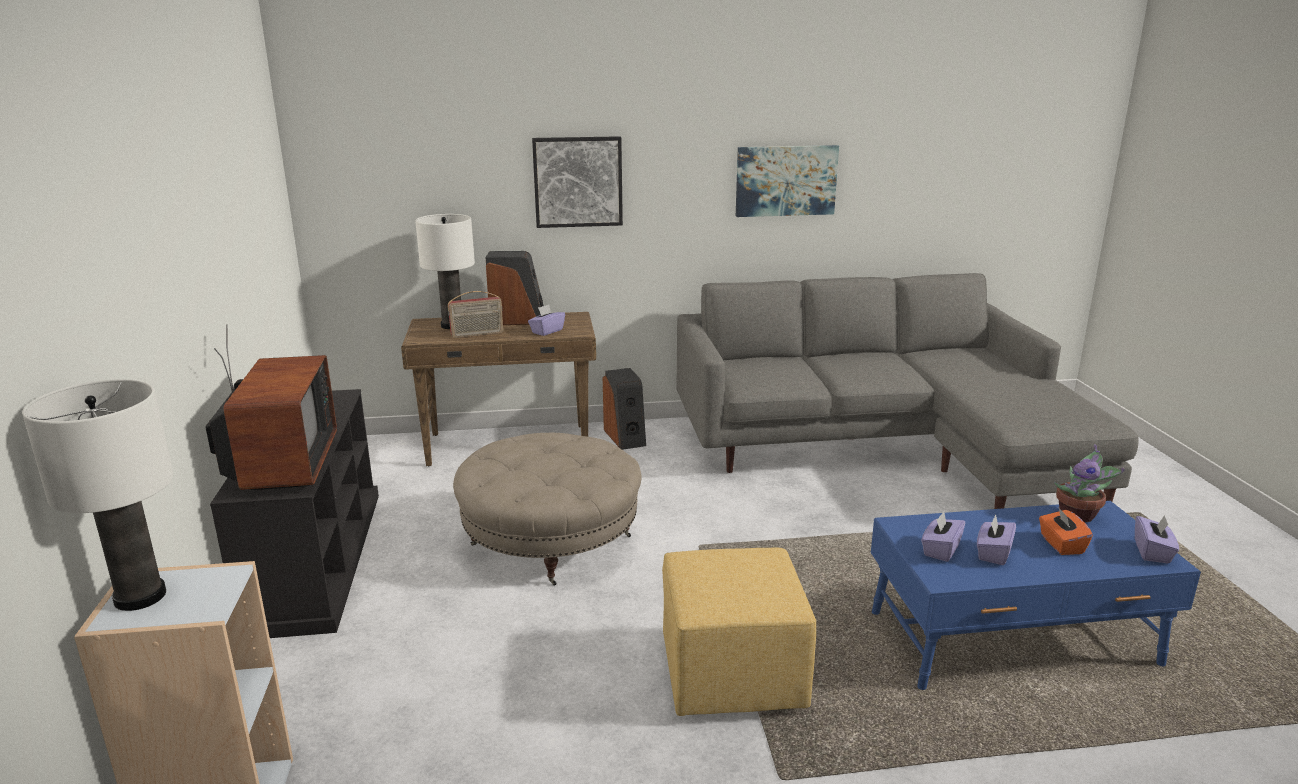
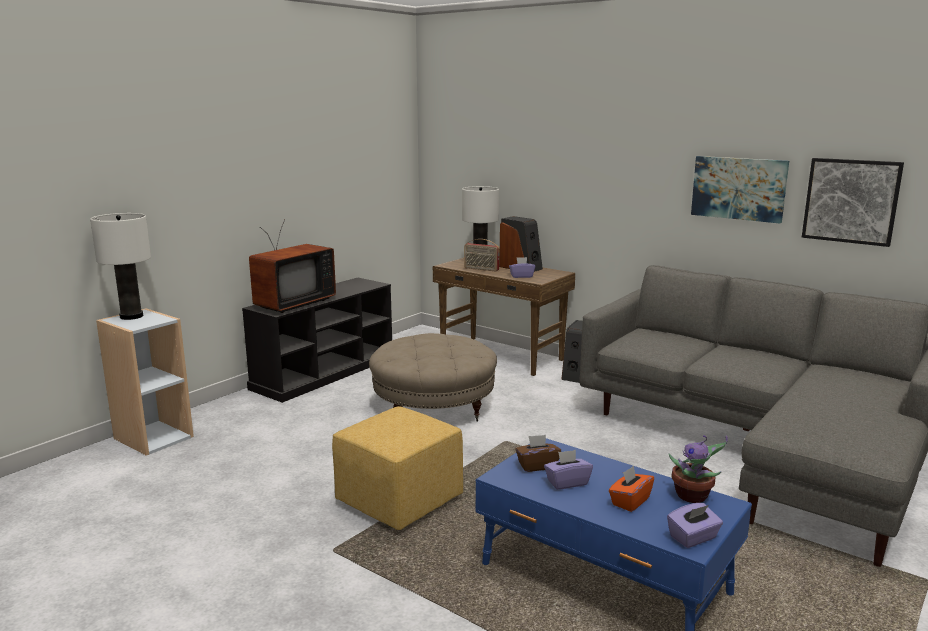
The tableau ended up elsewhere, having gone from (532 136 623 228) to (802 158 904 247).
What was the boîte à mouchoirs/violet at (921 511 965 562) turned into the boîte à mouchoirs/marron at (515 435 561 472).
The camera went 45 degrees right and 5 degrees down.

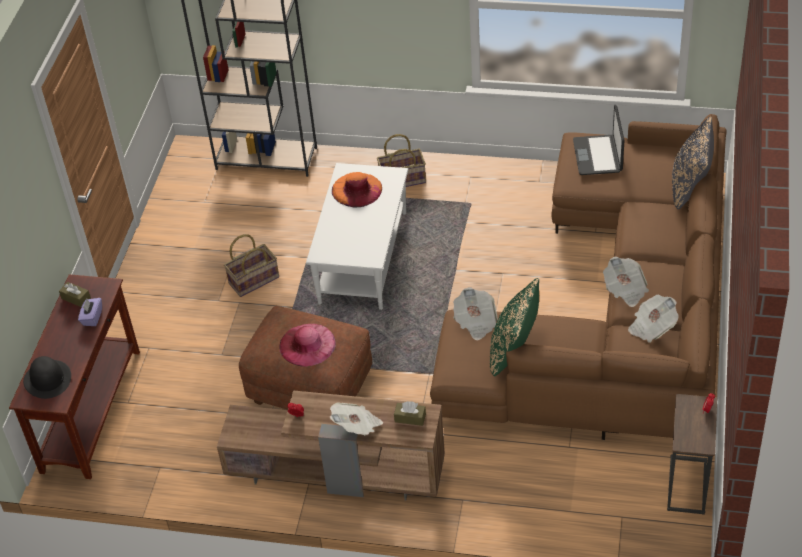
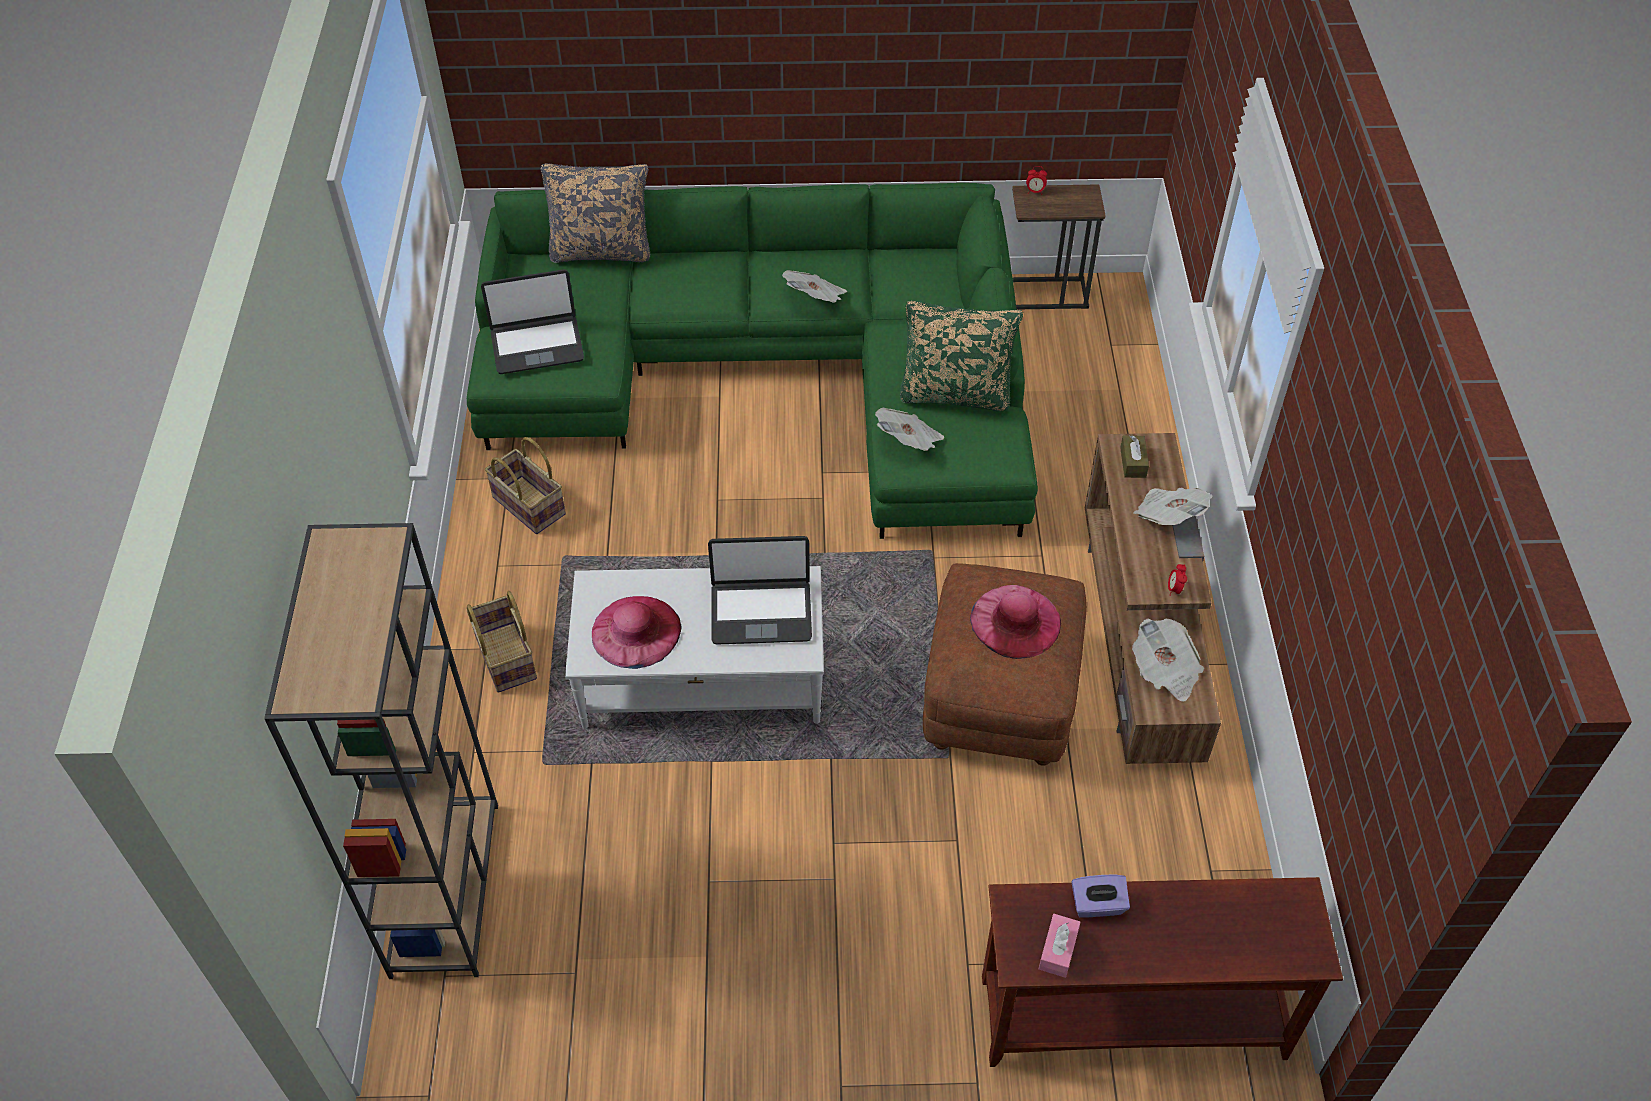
The second view lost the chapeau/noir at (23 356 71 399).
The second view gained the ordinateur portable at (708 536 812 645).
The panier ended up elsewhere, having gone from (224 234 279 297) to (485 437 566 534).
The journal ended up elsewhere, having gone from (628 294 679 343) to (1132 618 1204 702).
What was the boîte à mouchoirs/marron at (59 282 91 307) turned into the boîte à mouchoirs/rose at (1039 914 1081 978).
What was the chapeau/orange at (332 172 382 207) turned into the chapeau/rose at (592 596 682 669).
What was the canapé/marron at (430 114 727 440) turned into the canapé/vert at (467 183 1038 539).
The camera went 105 degrees left and 5 degrees up.

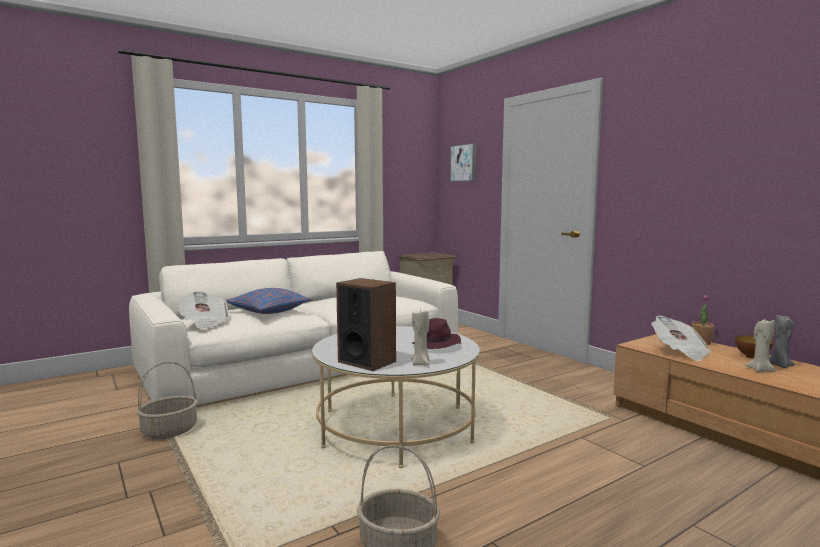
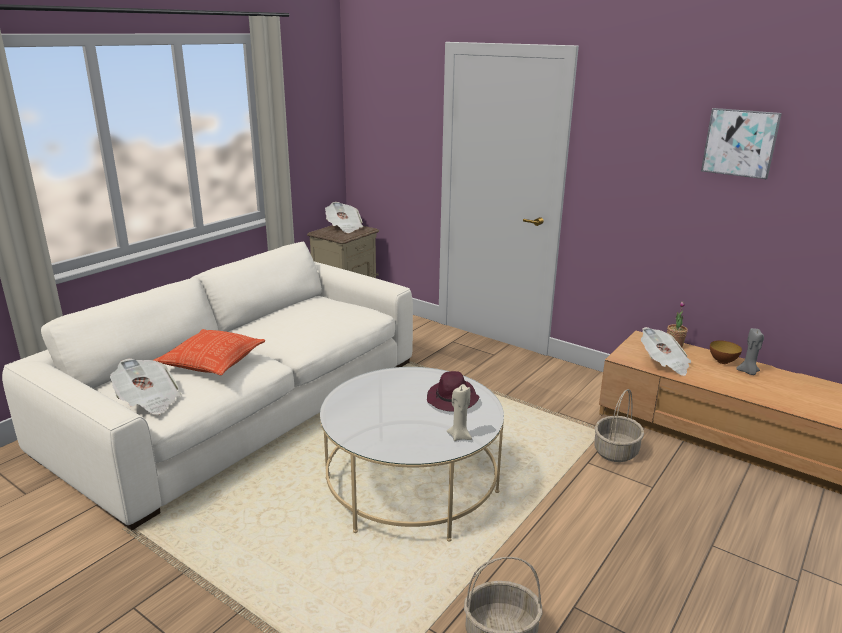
The second view lost the enceinte at (336 278 396 371).
The second view lost the bougie/beige at (745 320 776 372).
The second view gained the journal at (325 202 363 233).
The panier ended up elsewhere, having gone from (137 361 198 439) to (594 389 644 462).
The tableau ended up elsewhere, having gone from (450 143 476 182) to (701 108 782 179).
What was the coussin/bleu at (226 288 313 314) turned into the coussin/orange at (154 329 265 375).
The camera went 20 degrees left and 15 degrees up.

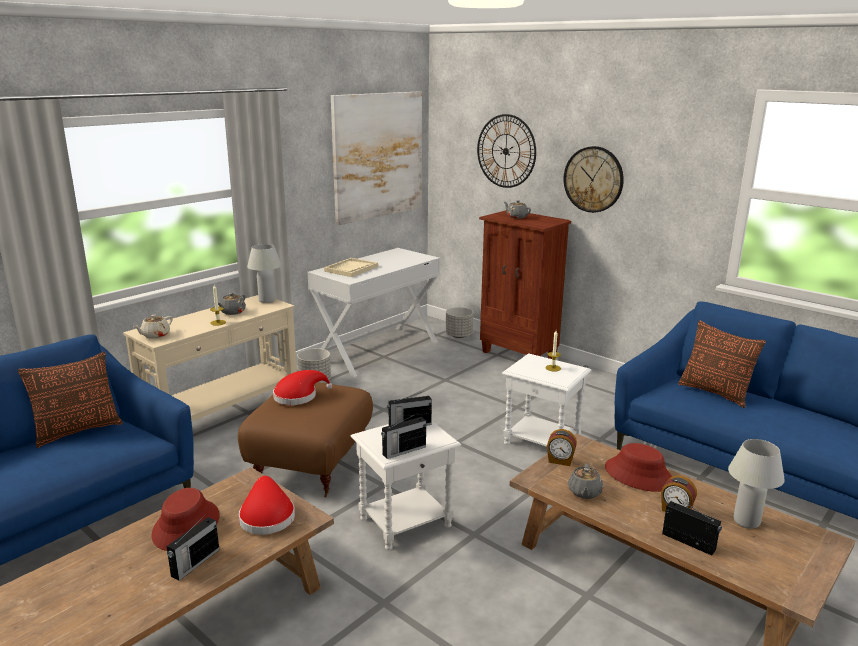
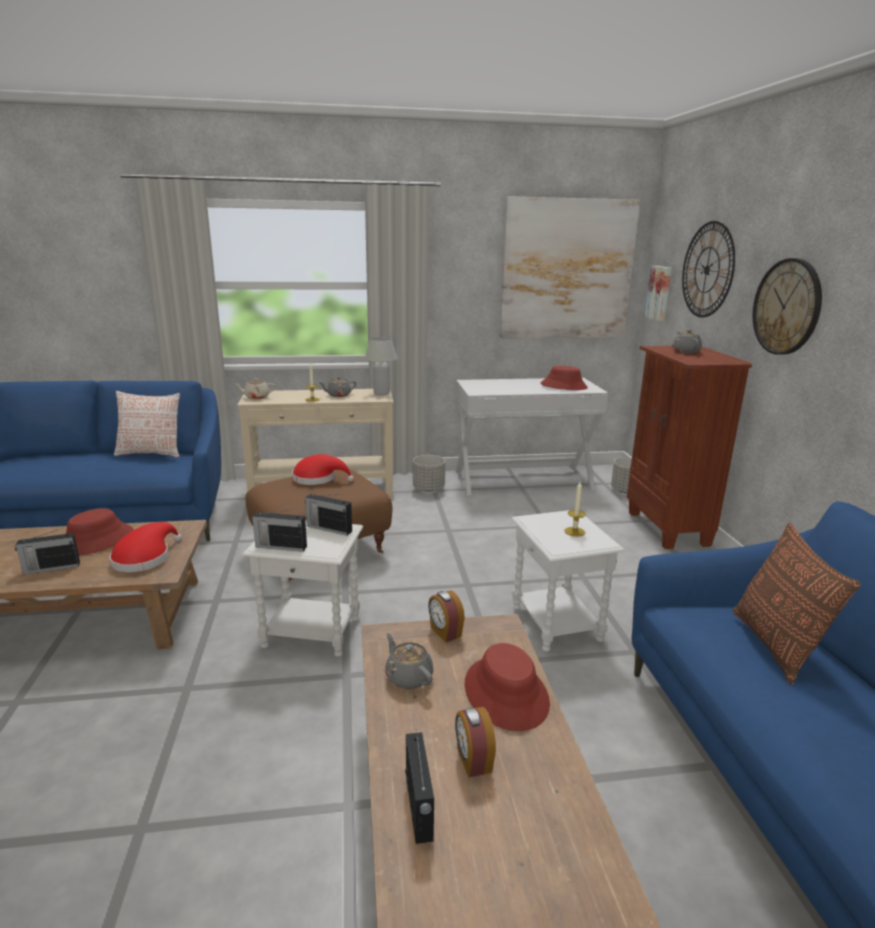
The second view lost the plateau/beige at (324 258 378 277).
The second view lost the lampe de table/blanc at (728 439 785 529).
The second view gained the chapeau/rouge at (541 366 588 390).
The second view gained the tableau at (644 266 672 321).
What was the coussin/marron at (18 352 123 448) turned into the coussin/blanc at (114 391 180 458).
The théière/gris at (568 463 603 499) ended up facing another way, 90 degrees clockwise from before.
The camera went 40 degrees right and 0 degrees up.

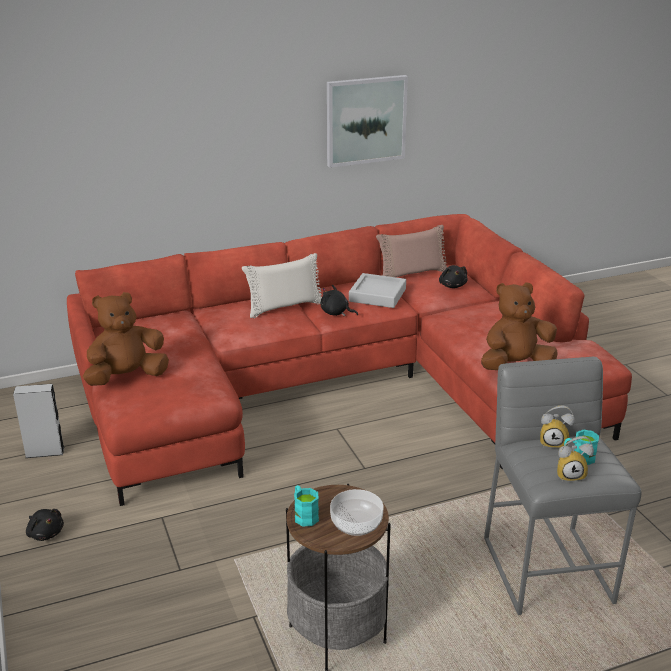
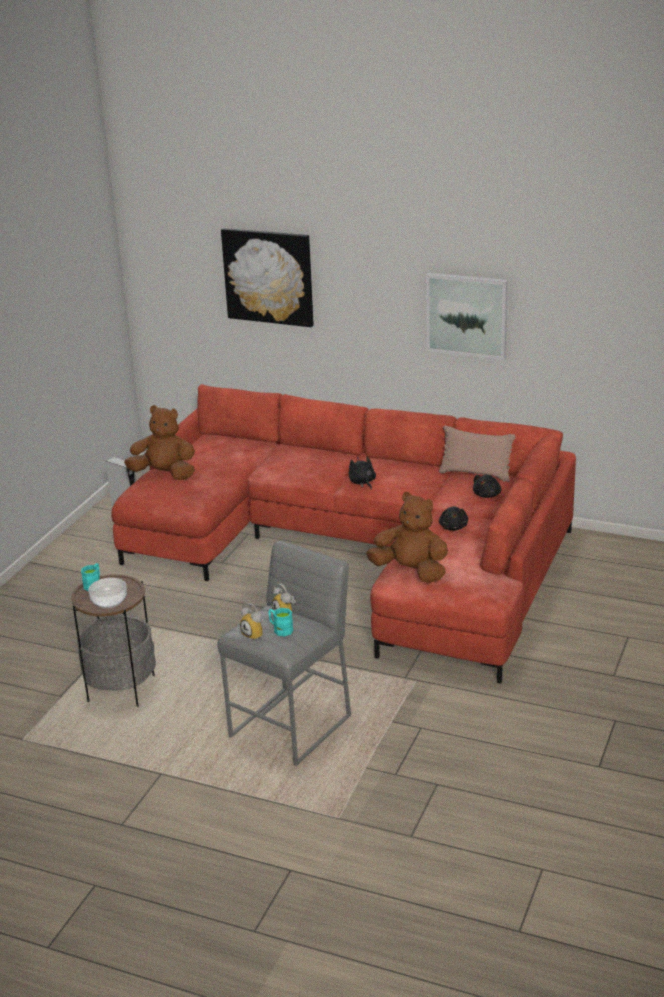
The second view lost the coussin/blanc at (242 253 322 318).
The second view lost the plateau/gris at (349 273 406 308).
The second view gained the tableau at (221 228 314 327).
The peluche/noir ended up elsewhere, having gone from (26 509 64 541) to (439 506 468 531).
The camera went 45 degrees right and 0 degrees up.

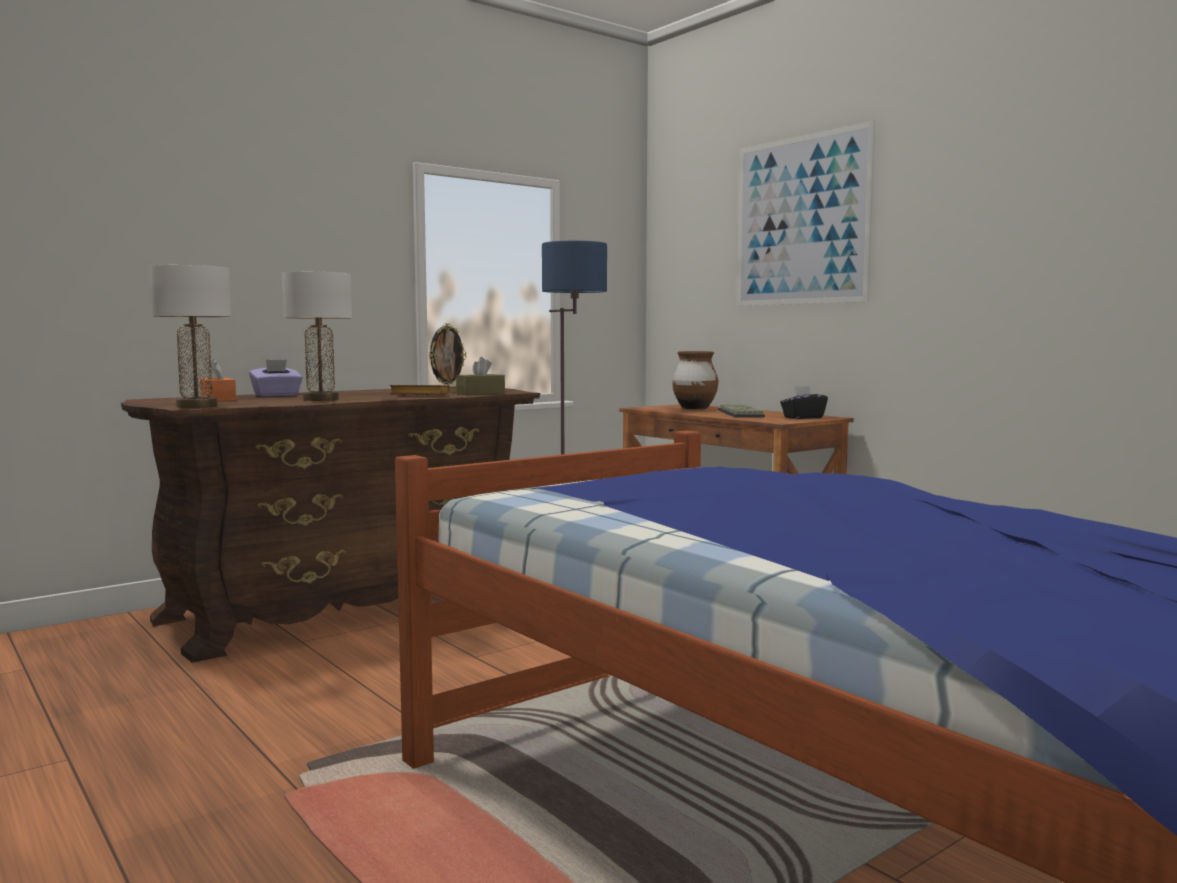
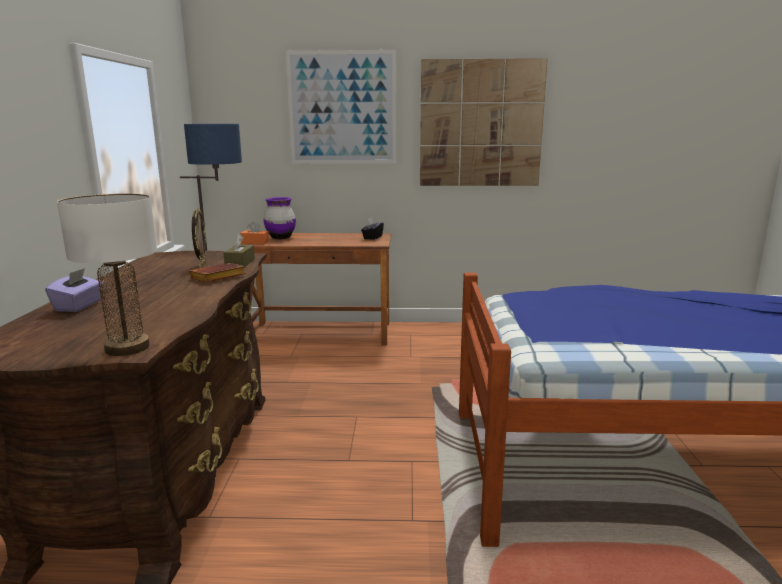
The second view lost the lampe de table at (282 272 352 401).
The second view lost the clavier at (718 404 765 418).
The second view gained the tableau at (420 58 548 186).
The boîte à mouchoirs/orange ended up elsewhere, having gone from (200 359 236 401) to (240 222 269 244).
What was the vase/marron at (672 351 718 409) turned into the vase/violet at (263 197 296 239).
The camera went 50 degrees left and 10 degrees up.

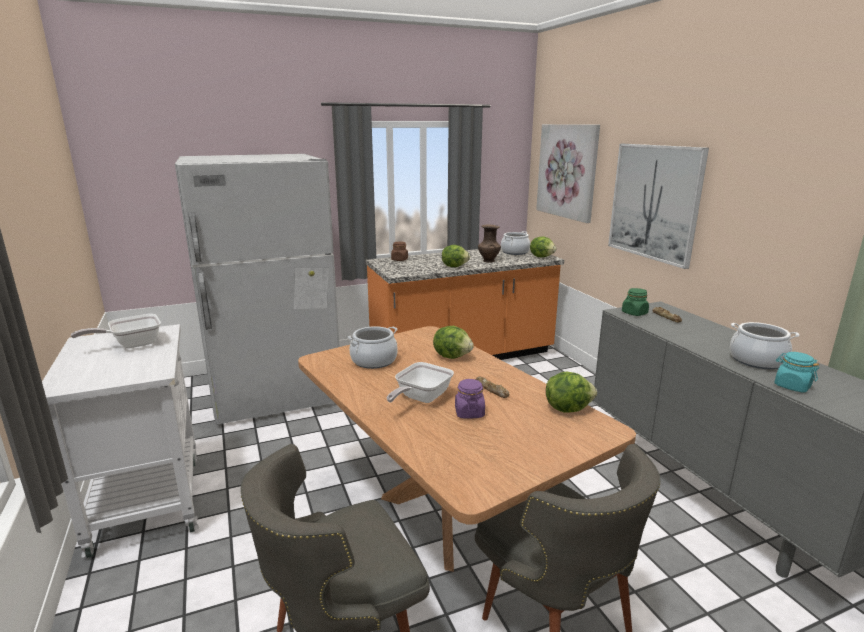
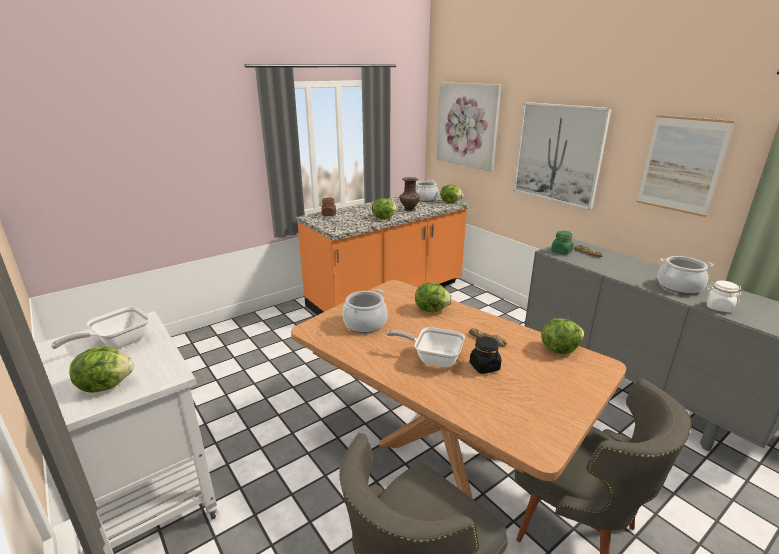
The second view lost the réfrigérateur/blanc at (175 154 340 424).
The second view gained the laitue at (69 346 134 393).
The second view gained the tableau at (637 115 735 217).
What was the bocal/violet at (455 379 485 419) turned into the bocal/noir at (470 337 501 374).
What was the bocal/turquoise at (774 352 819 392) turned into the bocal/blanc at (707 280 742 313).
The poêle at (387 362 454 403) ended up facing another way, 90 degrees clockwise from before.
The camera went 15 degrees left and 5 degrees up.

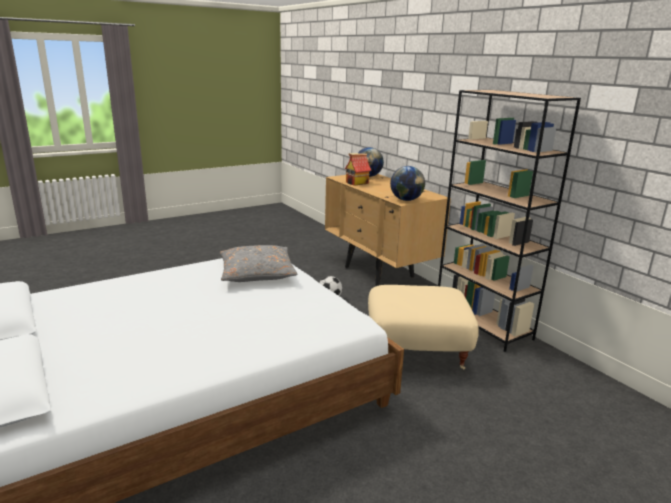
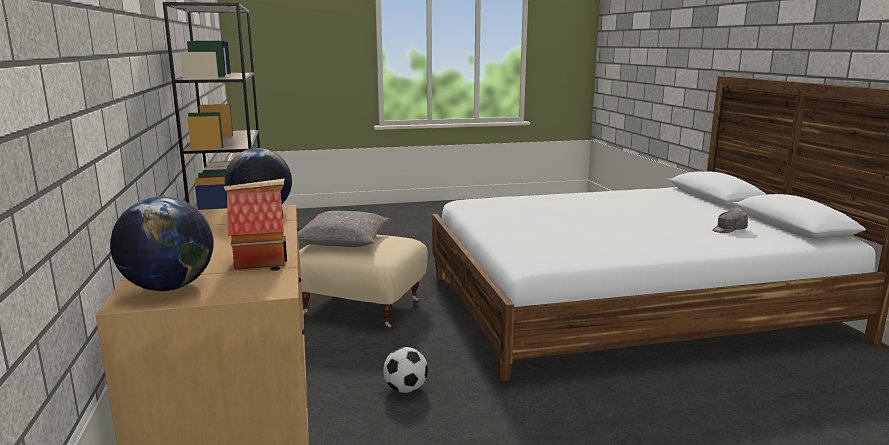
The second view gained the casquette/gris at (712 211 748 233).
The coussin/gris ended up elsewhere, having gone from (220 245 297 282) to (298 211 390 247).
The camera went 160 degrees left and 5 degrees down.

